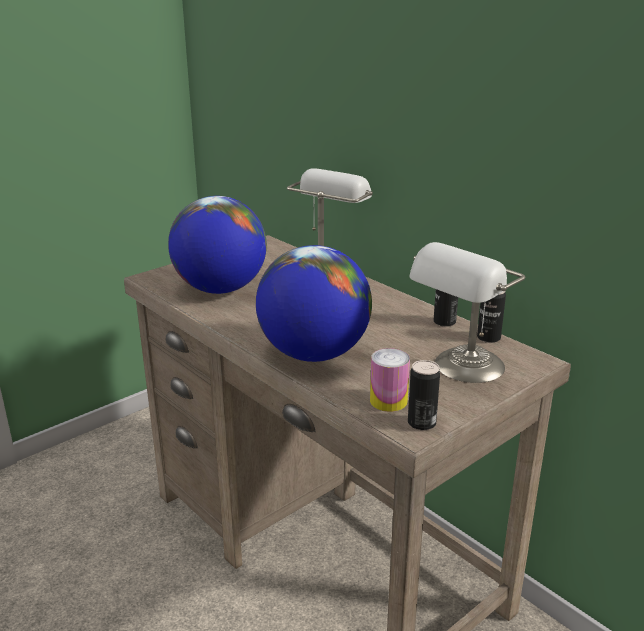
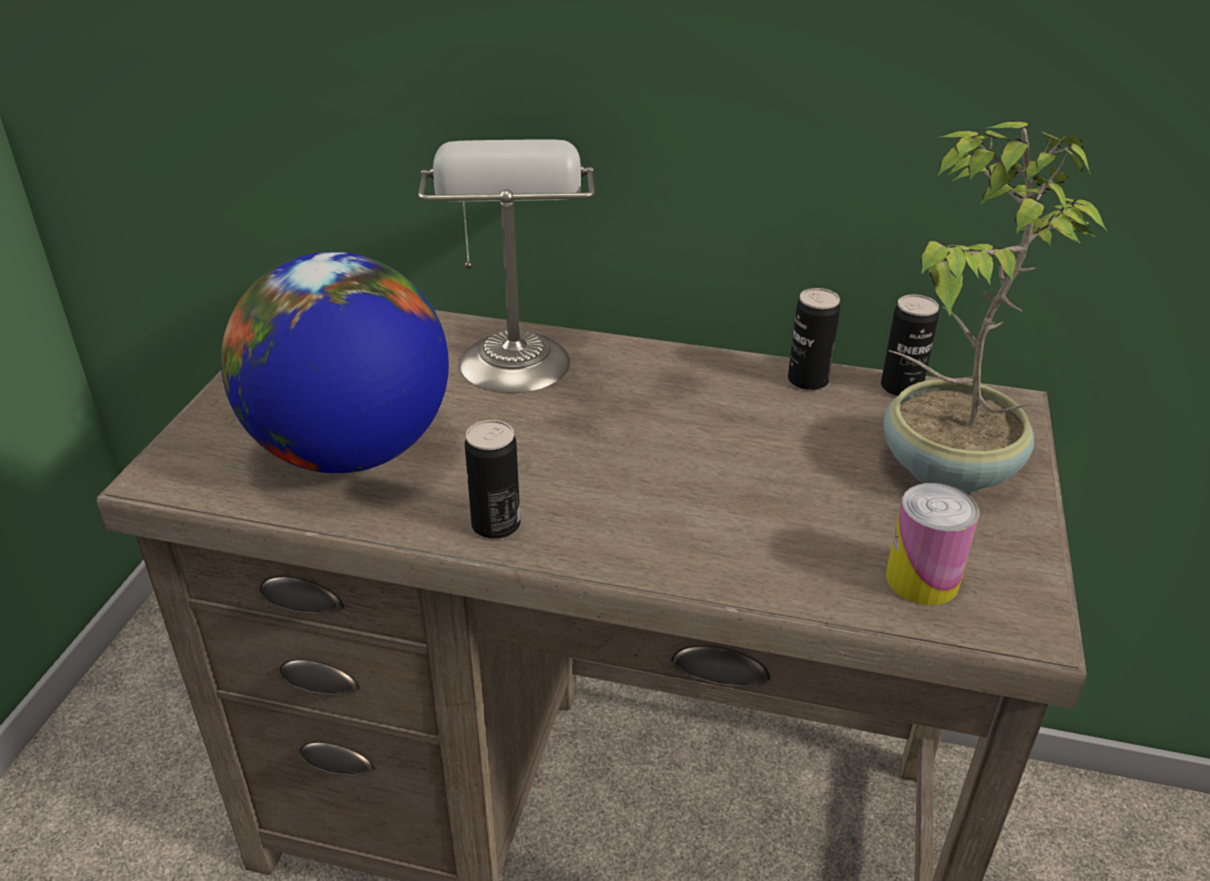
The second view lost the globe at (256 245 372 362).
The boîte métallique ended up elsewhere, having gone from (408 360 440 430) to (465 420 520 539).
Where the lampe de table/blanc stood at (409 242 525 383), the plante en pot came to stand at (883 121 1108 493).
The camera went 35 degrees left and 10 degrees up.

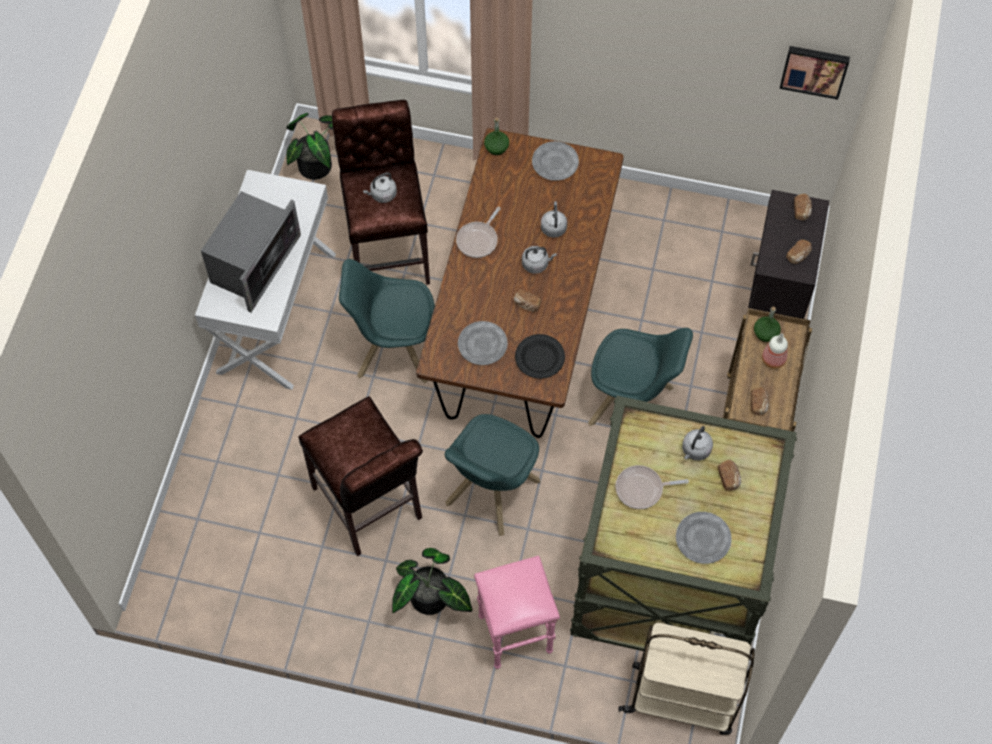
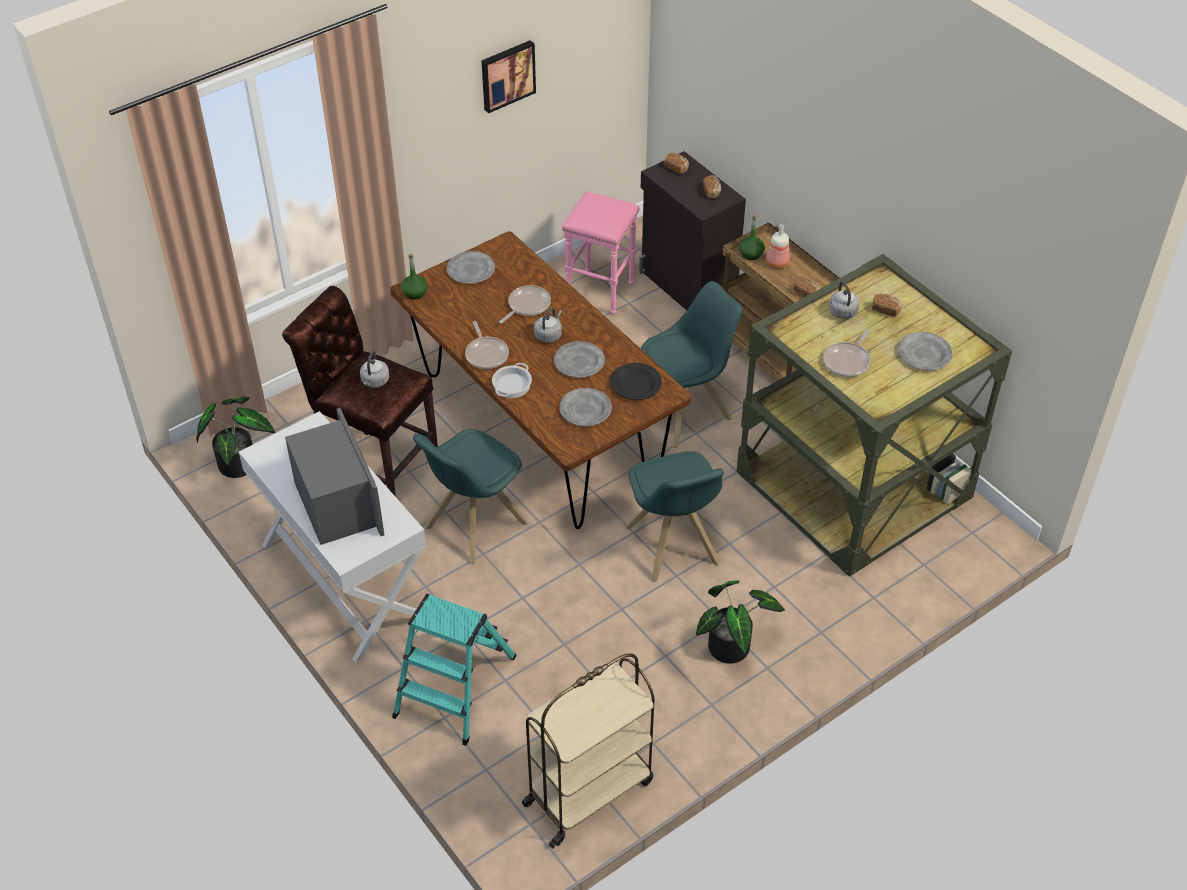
The second view lost the tabouret/marron at (298 396 423 556).
The second view gained the escabeau/turquoise at (392 593 517 746).
The second view gained the marmite at (492 363 532 398).
The tabouret/rose ended up elsewhere, having gone from (474 556 560 669) to (562 192 639 315).
The chariot/beige ended up elsewhere, having gone from (619 623 755 735) to (522 653 654 848).
The tableau ended up elsewhere, having gone from (780 46 850 100) to (481 40 536 113).
Where the pain stood at (514 289 541 312), the assiette/gris came to stand at (554 341 605 378).
Where the bouilloire/gris stood at (541 201 567 238), the poêle came to stand at (499 285 551 324).
The camera went 50 degrees left and 15 degrees down.

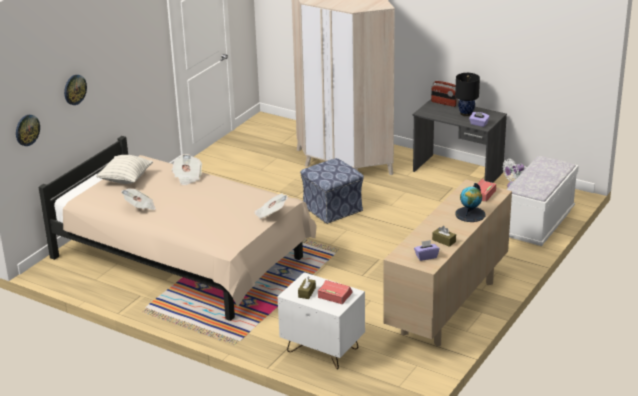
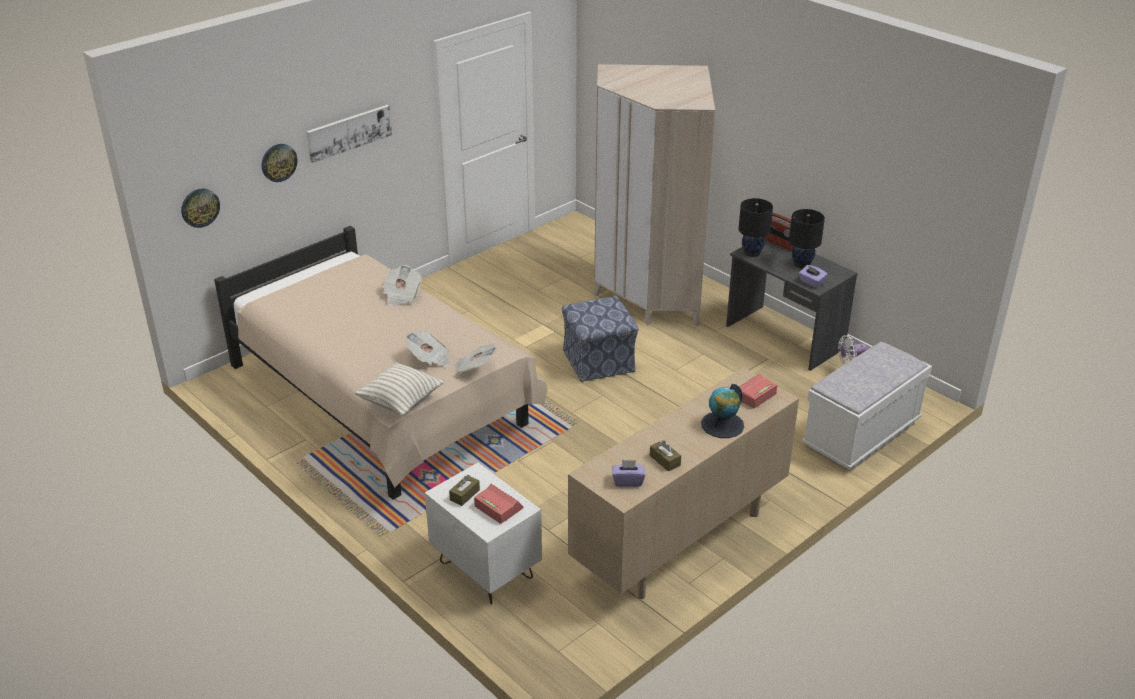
The second view gained the tableau at (306 105 392 163).
The second view gained the lampe de table/noir at (739 198 773 257).
The coussin ended up elsewhere, having gone from (96 155 153 184) to (355 362 444 416).
The journal ended up elsewhere, having gone from (121 188 156 210) to (406 331 450 367).
The camera went 15 degrees right and 5 degrees up.

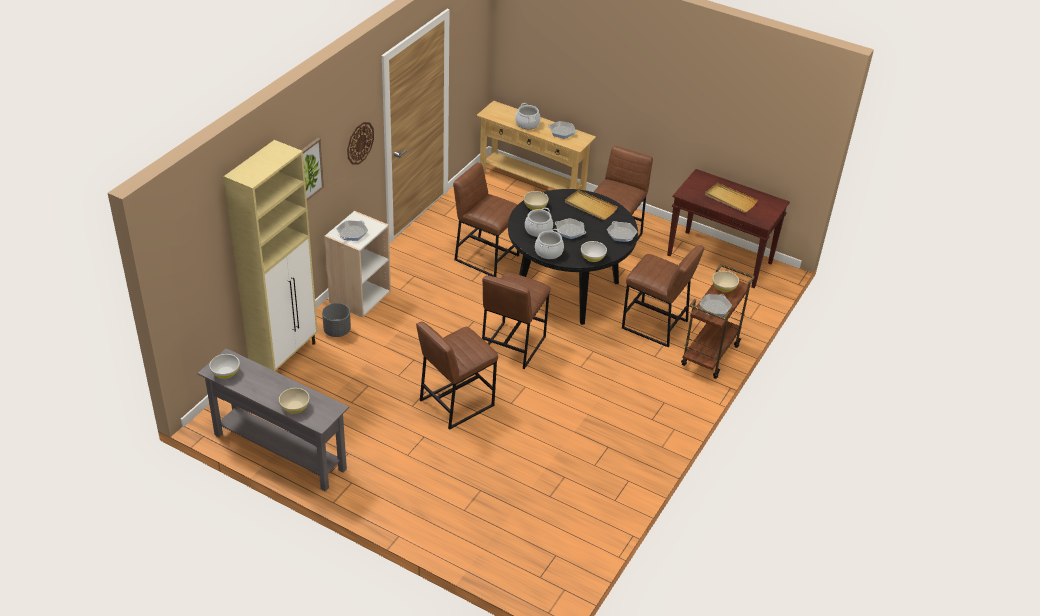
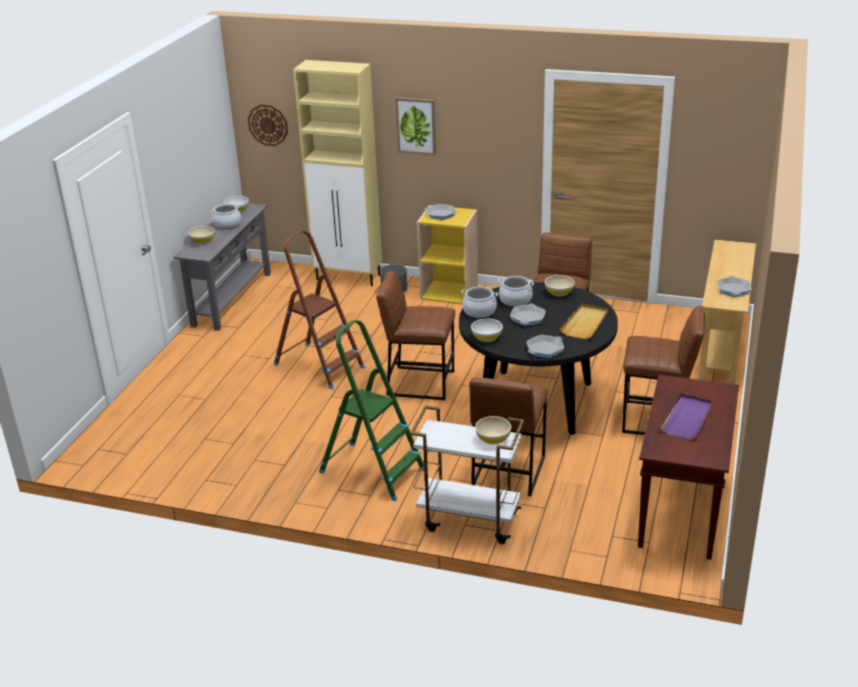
The second view lost the poêle at (699 294 732 316).
The second view gained the escabeau/vert at (319 320 424 501).
The horloge murale ended up elsewhere, having gone from (347 122 374 165) to (248 105 288 146).
The marmite ended up elsewhere, having gone from (515 103 541 129) to (210 203 241 229).
Where the chaise/marron stood at (416 321 498 430), the escabeau/marron came to stand at (274 231 365 390).
What was the bibliothèque/blanc at (324 211 391 318) turned into the bibliothèque/jaune at (417 205 478 305).
What was the chariot/marron at (681 264 755 379) turned into the chariot/blanc at (410 405 524 544).
What was the plateau/beige at (705 183 758 213) turned into the plateau/violet at (659 393 713 439).
The camera went 80 degrees right and 10 degrees down.

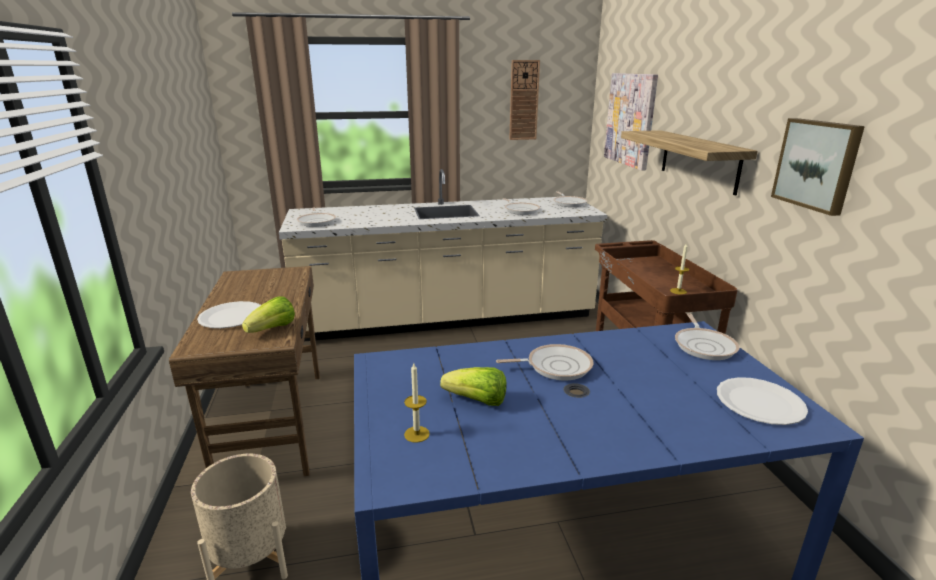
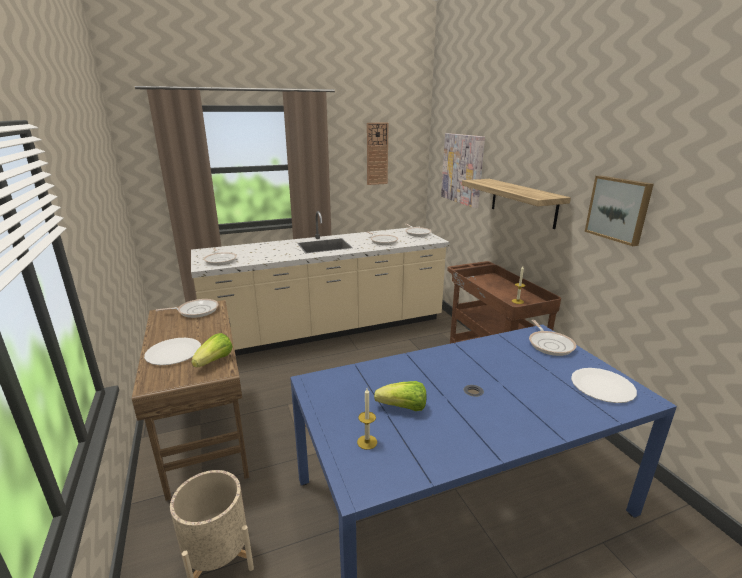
The poêle ended up elsewhere, having gone from (496 344 593 381) to (156 299 219 318).
The camera went 10 degrees left and 0 degrees up.

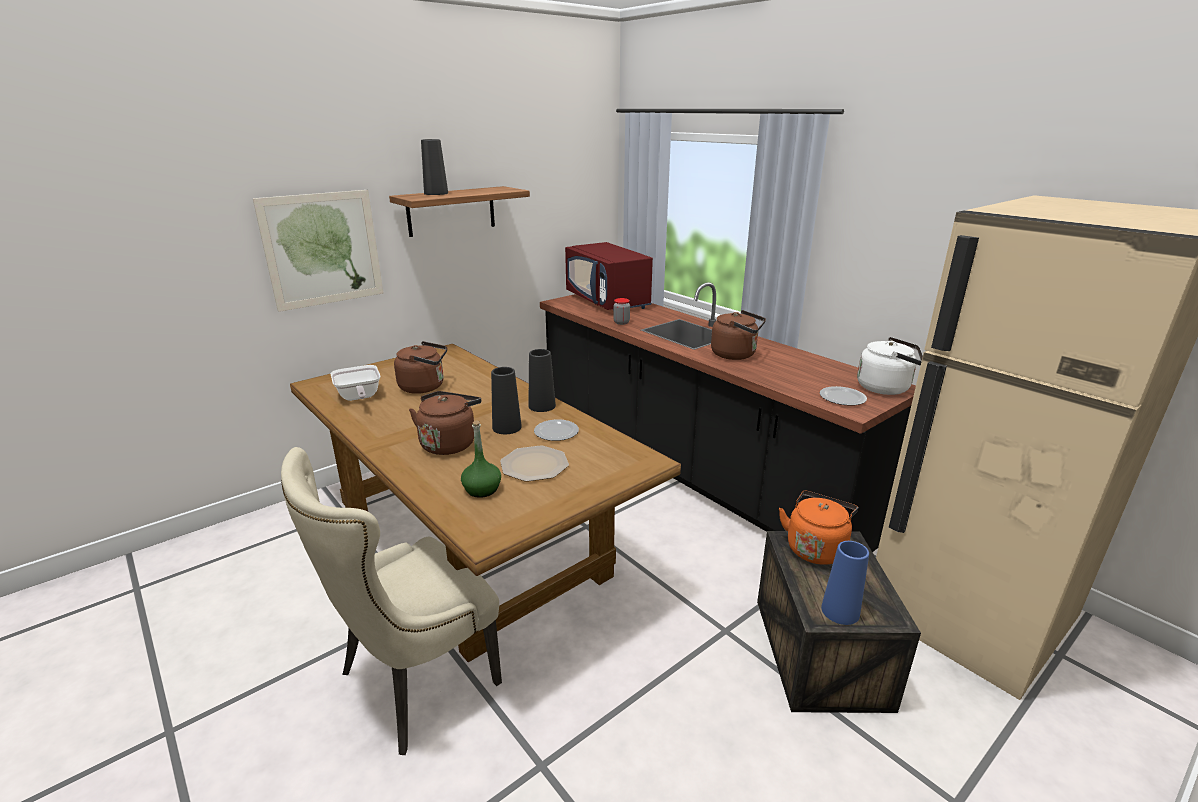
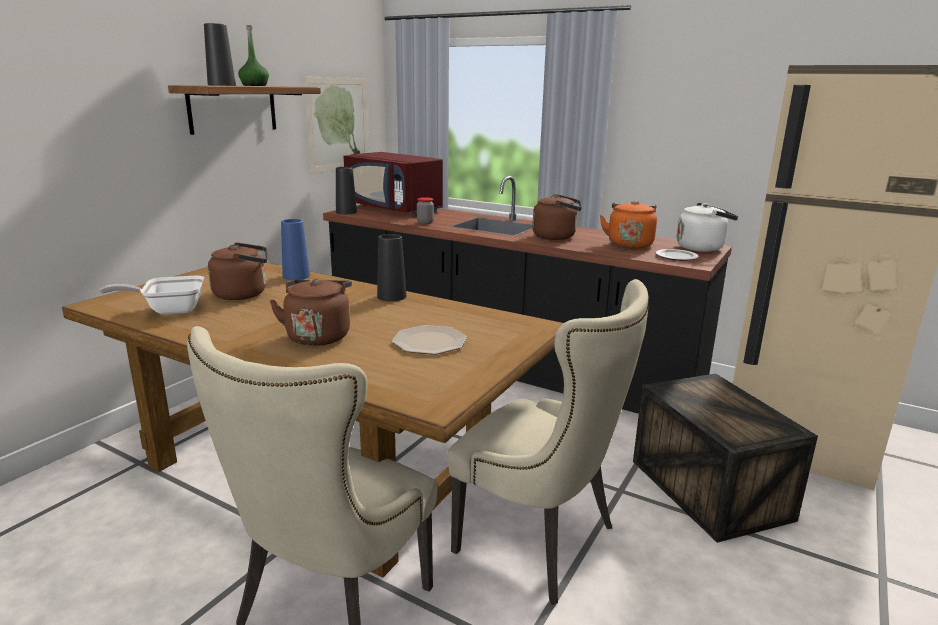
The second view lost the assiette at (534 419 579 441).
The second view gained the chaise/beige at (448 279 649 605).
The tableau ended up elsewhere, having gone from (253 190 383 312) to (303 77 369 174).
The bouteille/vert ended up elsewhere, having gone from (461 420 501 498) to (238 25 269 86).
The vase/noir ended up elsewhere, having gone from (491 367 522 434) to (336 167 357 214).
The bouilloire/orange ended up elsewhere, having gone from (779 490 858 565) to (600 201 657 249).
The vase/bleu ended up elsewhere, having gone from (821 541 869 625) to (281 219 310 280).
The poêle at (331 365 380 401) ended up facing another way, 120 degrees clockwise from before.
The camera went 20 degrees left and 5 degrees down.

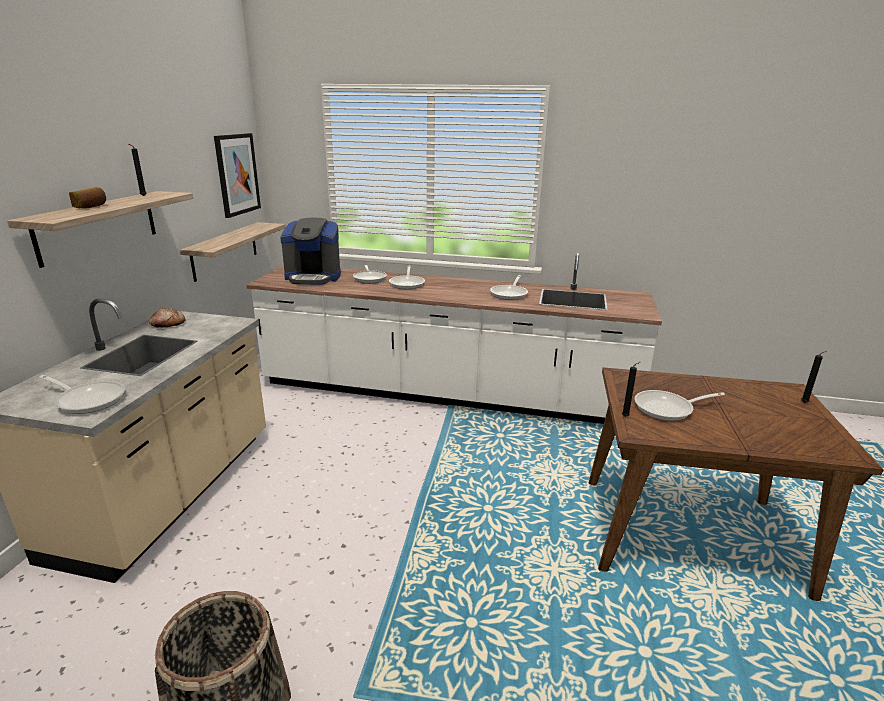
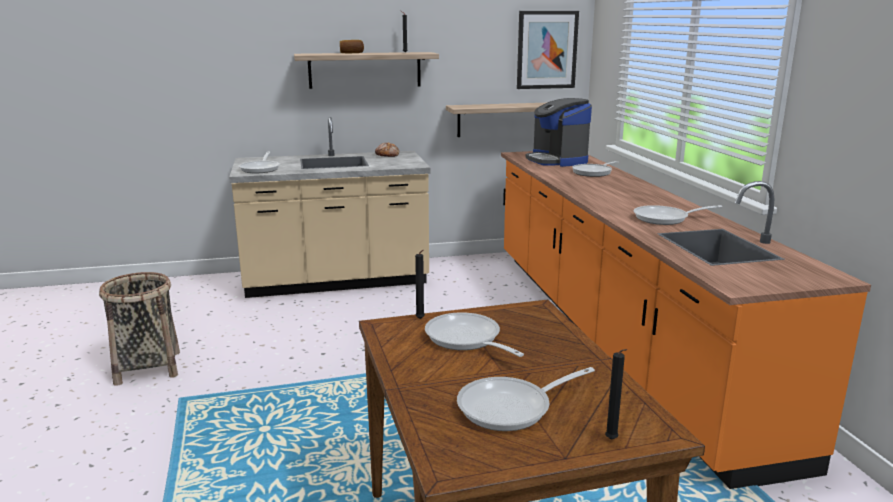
The poêle ended up elsewhere, having gone from (389 266 425 289) to (457 367 595 431).
What was the comptoir de cuisine/blanc at (247 253 662 424) turned into the comptoir de cuisine/orange at (501 151 871 489).
The camera went 65 degrees right and 5 degrees down.

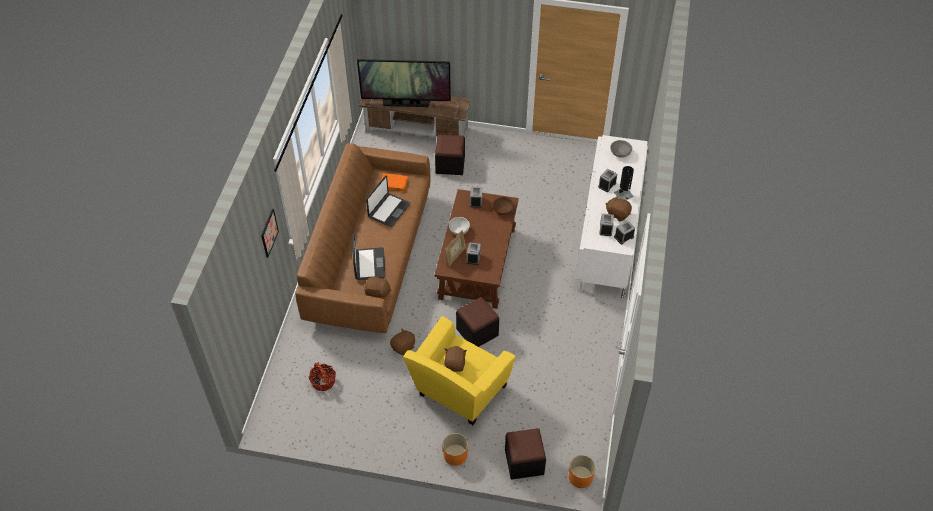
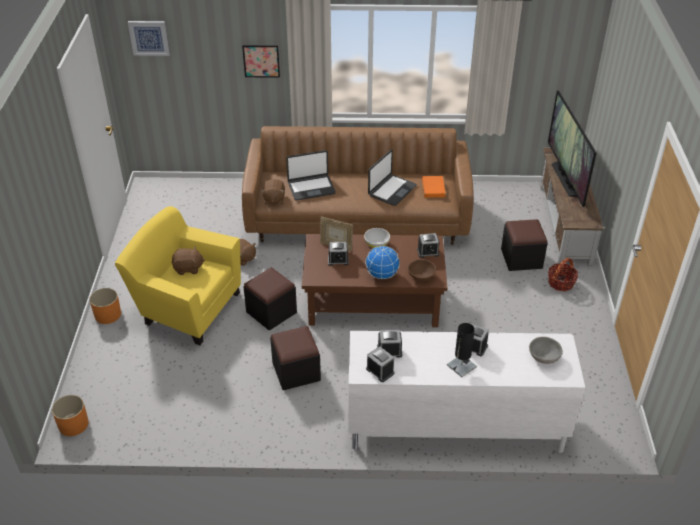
The second view lost the peluche/marron at (606 195 632 221).
The second view gained the tableau at (128 21 170 56).
The second view gained the globe at (365 246 400 280).
The panier ended up elsewhere, having gone from (309 362 336 391) to (548 258 578 291).
The pouf/noir ended up elsewhere, having gone from (505 428 546 480) to (270 326 321 390).
The ordinateur portable at (366 176 410 227) ended up facing another way, 75 degrees counterclockwise from before.
The camera went 80 degrees right and 10 degrees down.

